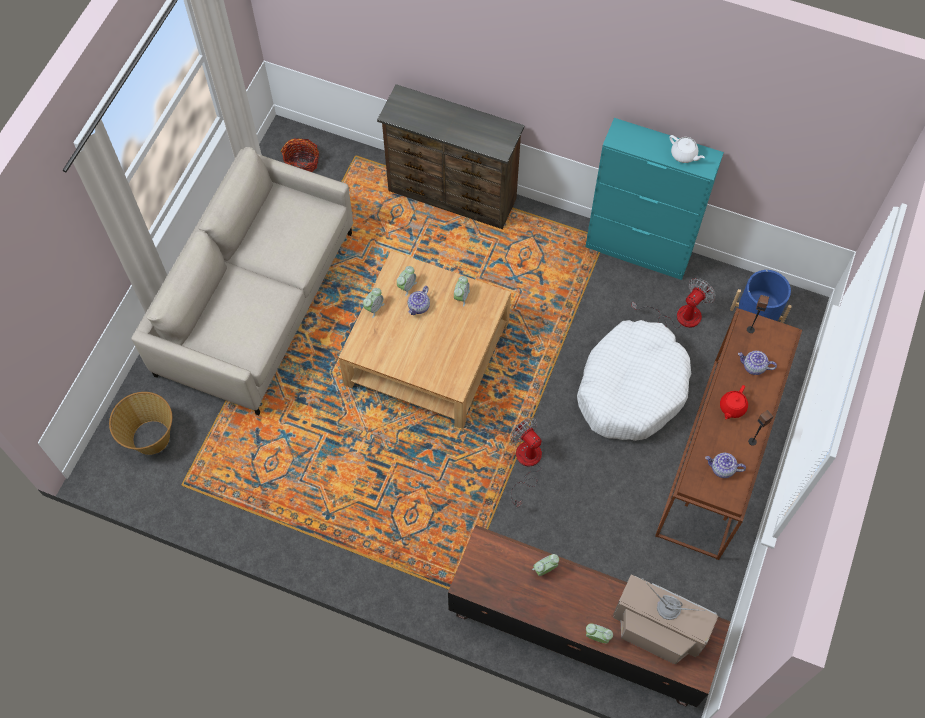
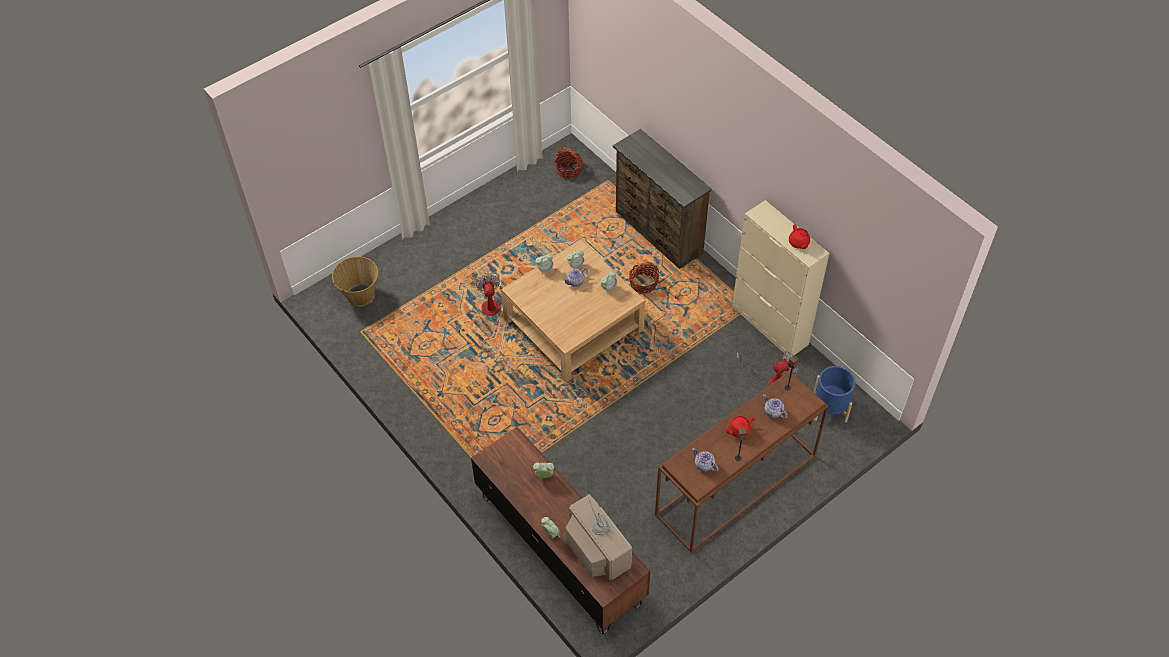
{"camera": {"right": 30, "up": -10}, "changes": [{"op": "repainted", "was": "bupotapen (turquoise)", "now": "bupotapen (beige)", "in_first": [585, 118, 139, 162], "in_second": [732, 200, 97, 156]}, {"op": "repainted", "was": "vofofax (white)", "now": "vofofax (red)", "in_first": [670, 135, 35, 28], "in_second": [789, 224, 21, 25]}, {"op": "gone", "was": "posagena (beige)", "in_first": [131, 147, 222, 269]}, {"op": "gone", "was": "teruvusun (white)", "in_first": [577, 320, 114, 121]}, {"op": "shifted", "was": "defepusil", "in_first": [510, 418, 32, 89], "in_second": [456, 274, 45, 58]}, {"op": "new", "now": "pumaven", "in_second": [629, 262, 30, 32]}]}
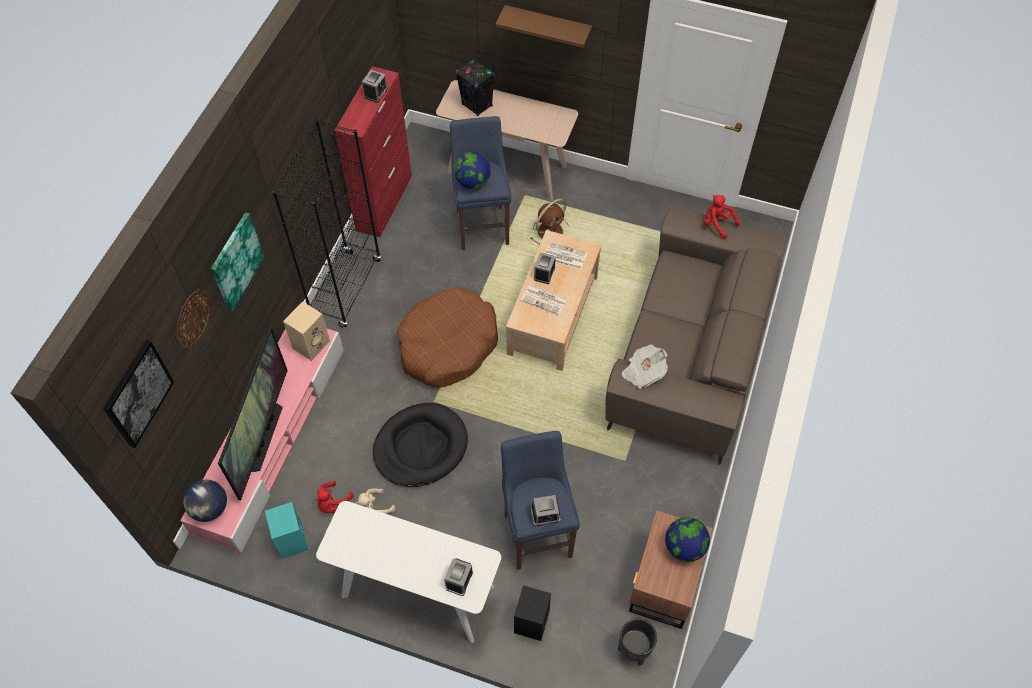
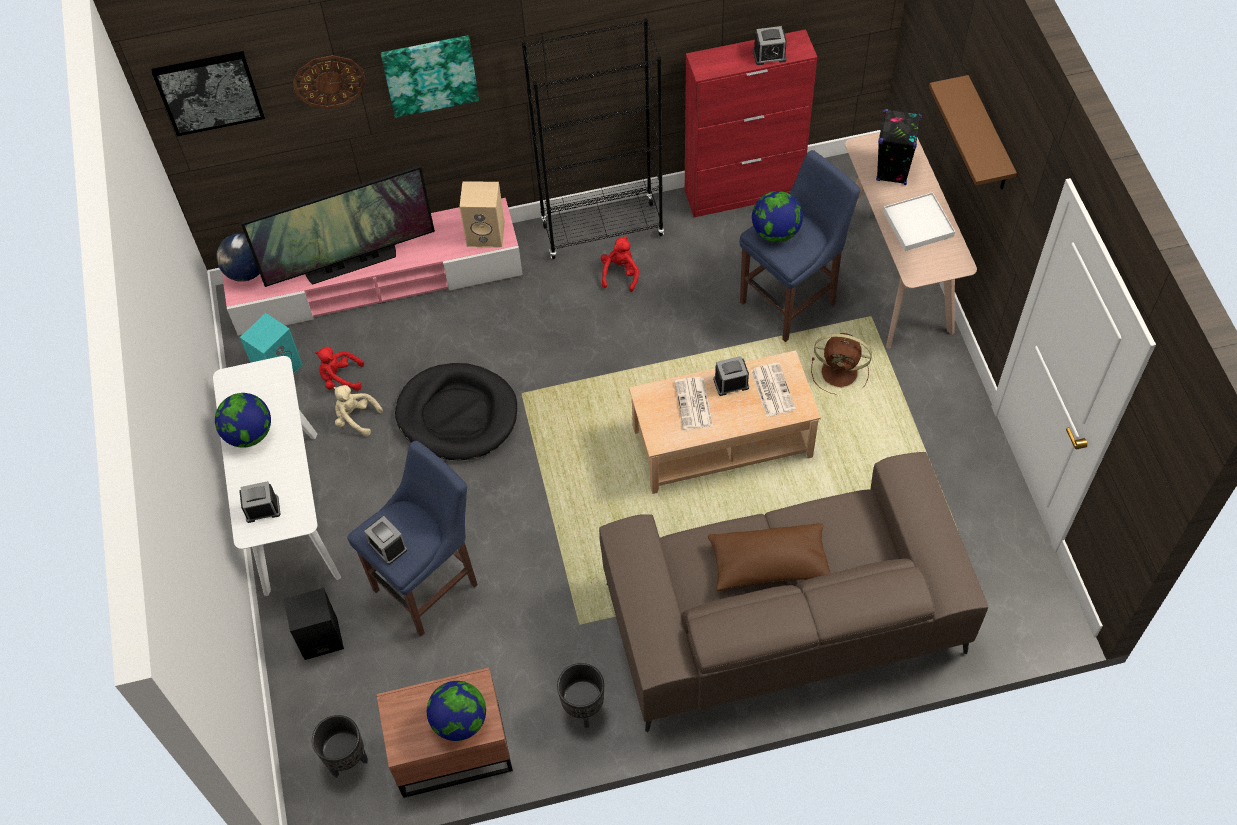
{"camera": {"right": 60, "up": 0}, "changes": [{"op": "shifted", "was": "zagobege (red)", "in_first": [704, 195, 36, 44], "in_second": [601, 236, 38, 56]}, {"op": "gone", "was": "teruvusun (brown)", "in_first": [397, 287, 101, 101]}, {"op": "gone", "was": "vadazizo", "in_first": [622, 344, 46, 45]}, {"op": "new", "now": "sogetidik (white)", "in_second": [883, 192, 72, 59]}, {"op": "new", "now": "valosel", "in_second": [215, 393, 56, 55]}, {"op": "new", "now": "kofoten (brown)", "in_second": [708, 523, 123, 68]}, {"op": "new", "now": "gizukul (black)", "in_second": [557, 663, 47, 65]}]}
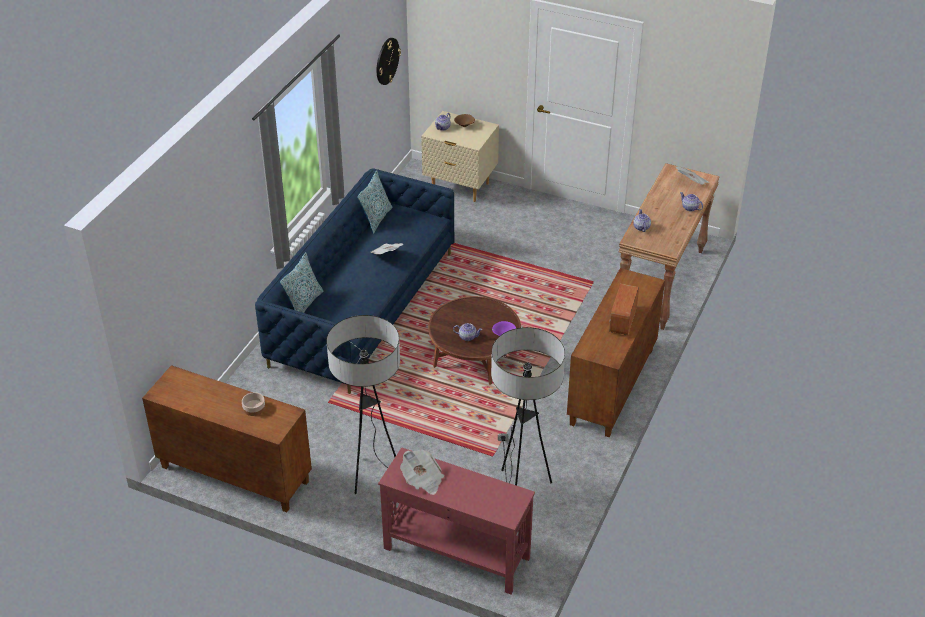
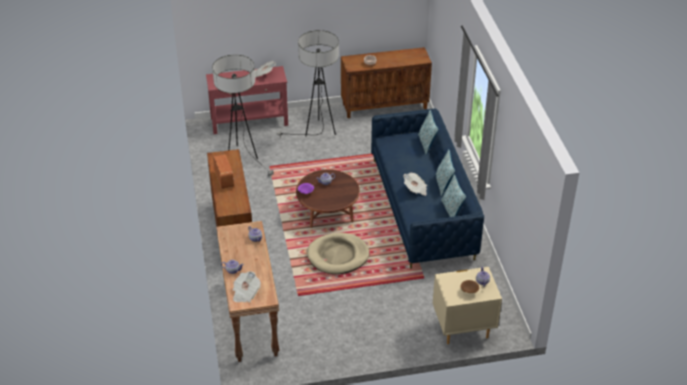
{"camera": {"right": 145, "up": 0}, "changes": [{"op": "gone", "was": "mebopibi", "in_first": [377, 38, 24, 47]}, {"op": "new", "now": "kofoten", "in_second": [436, 149, 19, 48]}, {"op": "new", "now": "teruvusun (beige)", "in_second": [307, 233, 62, 41]}]}
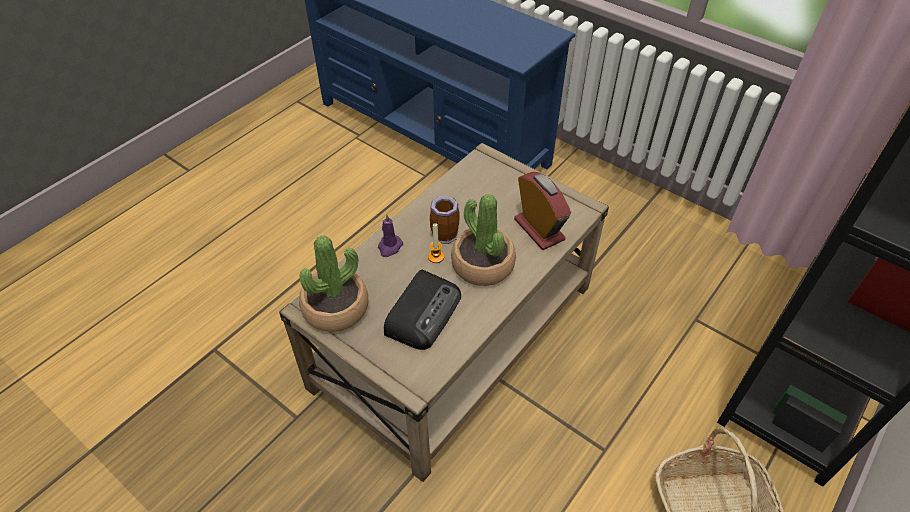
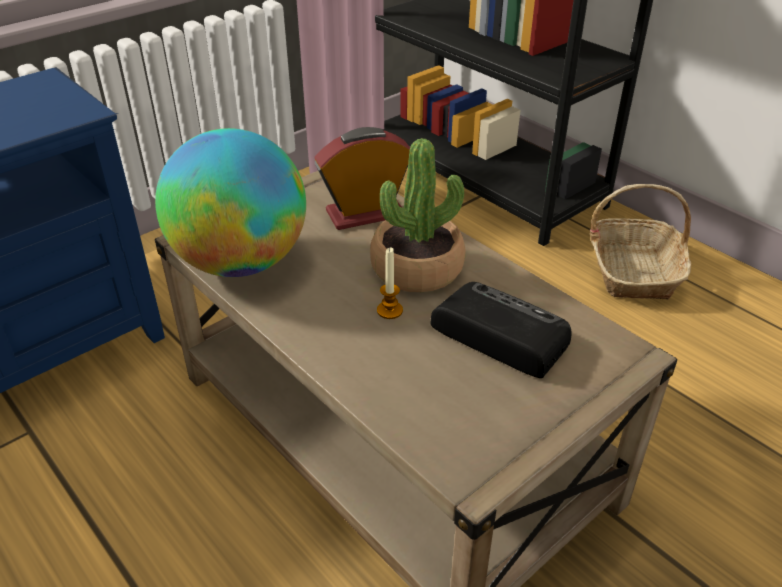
{"camera": {"right": -80, "up": -10}, "changes": [{"op": "gone", "was": "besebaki", "in_first": [430, 196, 29, 48]}, {"op": "gone", "was": "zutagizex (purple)", "in_first": [378, 214, 25, 43]}, {"op": "gone", "was": "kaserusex", "in_first": [299, 235, 69, 97]}, {"op": "new", "now": "valosel", "in_second": [155, 128, 151, 149]}]}
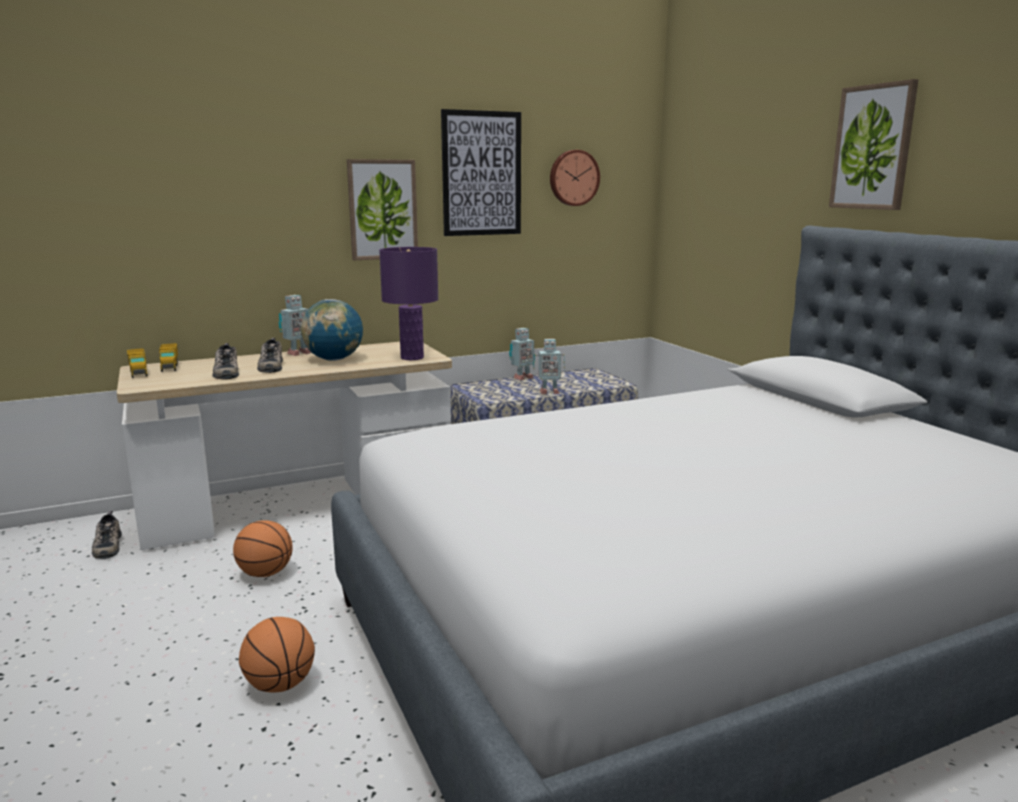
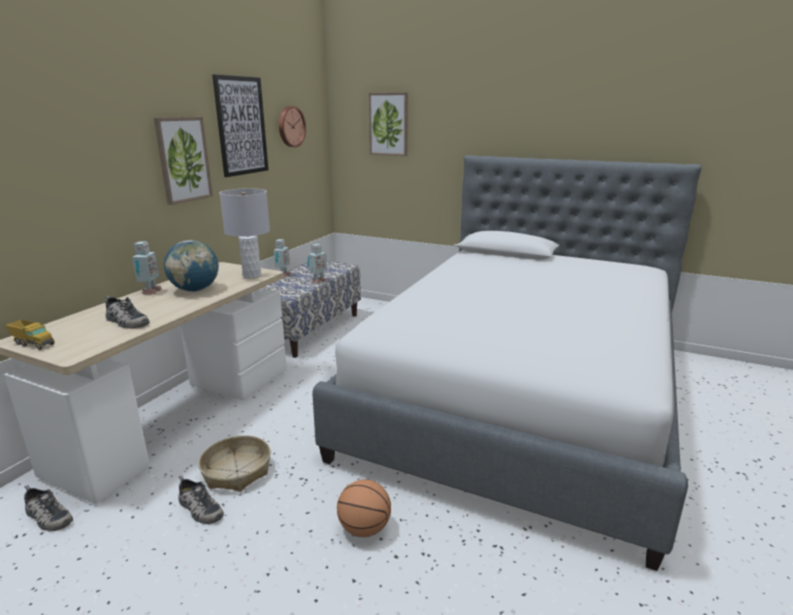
{"camera": {"right": -40, "up": 5}, "changes": [{"op": "shifted", "was": "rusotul", "in_first": [829, 79, 89, 131], "in_second": [368, 92, 40, 64]}, {"op": "repainted", "was": "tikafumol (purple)", "now": "tikafumol (grey)", "in_first": [379, 247, 59, 113], "in_second": [219, 188, 51, 91]}, {"op": "shifted", "was": "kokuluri", "in_first": [257, 338, 26, 35], "in_second": [178, 475, 46, 49]}, {"op": "gone", "was": "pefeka", "in_first": [159, 343, 19, 29]}, {"op": "swapped", "was": "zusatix", "now": "pumaven", "in_first": [233, 520, 60, 57], "in_second": [198, 435, 73, 57]}]}
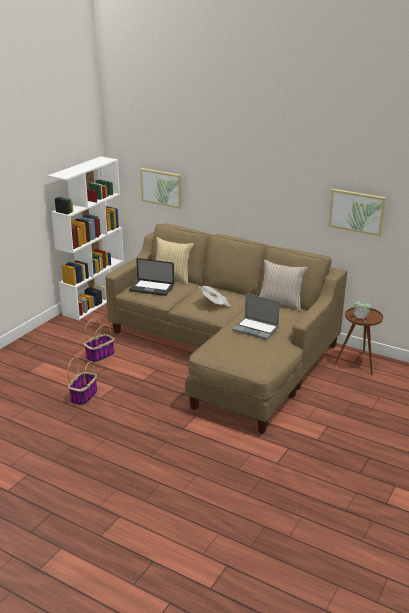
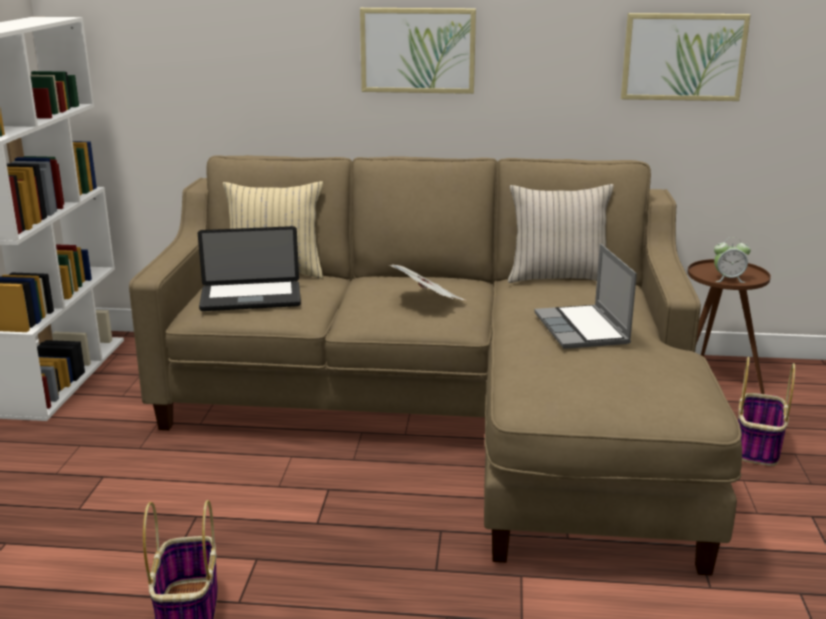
{"camera": {"right": -25, "up": -5}, "changes": [{"op": "shifted", "was": "rusotul", "in_first": [140, 168, 42, 41], "in_second": [360, 8, 116, 86]}, {"op": "rotated", "was": "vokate", "in_first": [233, 293, 47, 47], "in_second": [534, 244, 103, 105], "clockwise": 75}, {"op": "shifted", "was": "pumaven", "in_first": [84, 319, 31, 44], "in_second": [738, 357, 57, 109]}]}
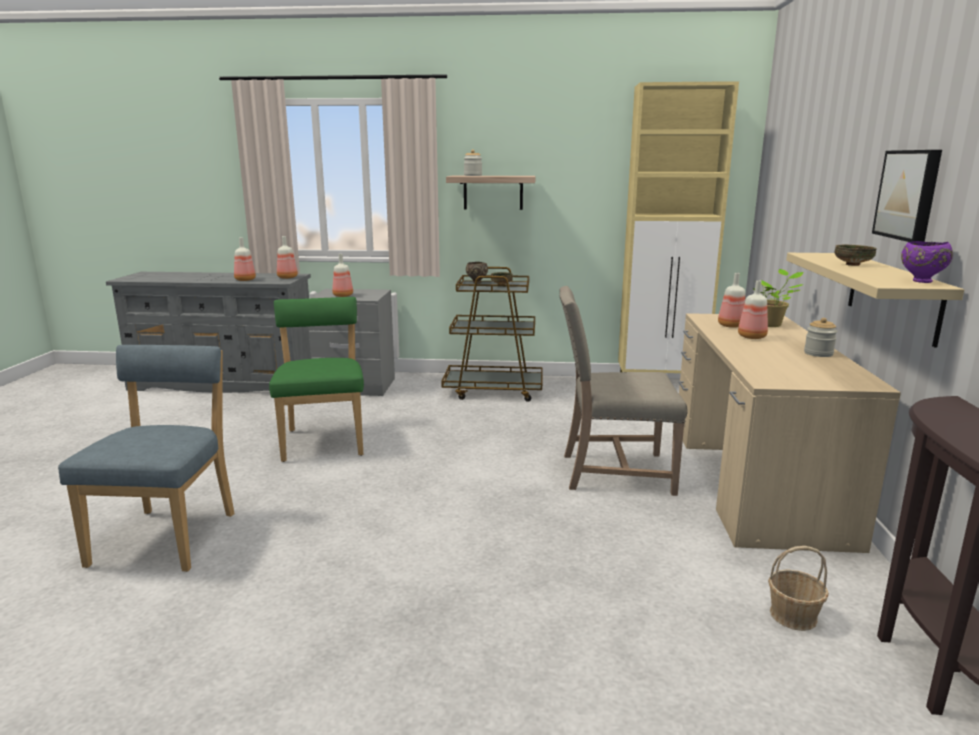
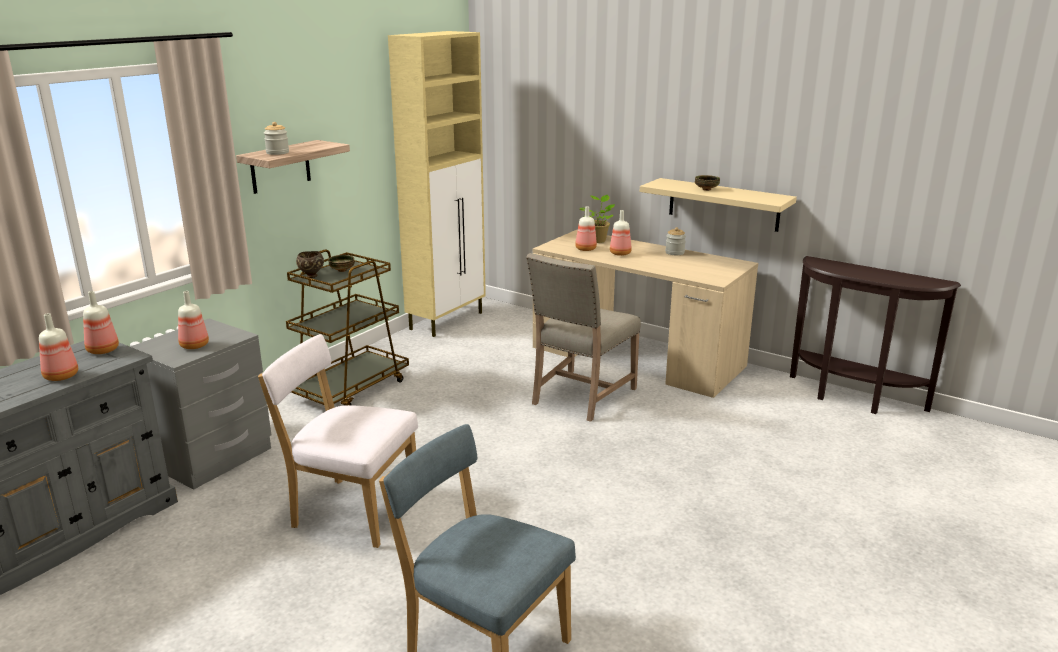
{"camera": {"right": -60, "up": 5}, "changes": [{"op": "gone", "was": "rusotul", "in_first": [872, 150, 70, 92]}, {"op": "gone", "was": "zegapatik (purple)", "in_first": [901, 241, 52, 42]}, {"op": "repainted", "was": "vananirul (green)", "now": "vananirul (white)", "in_first": [269, 297, 95, 165], "in_second": [258, 334, 160, 214]}, {"op": "gone", "was": "pumaven", "in_first": [768, 546, 61, 85]}]}
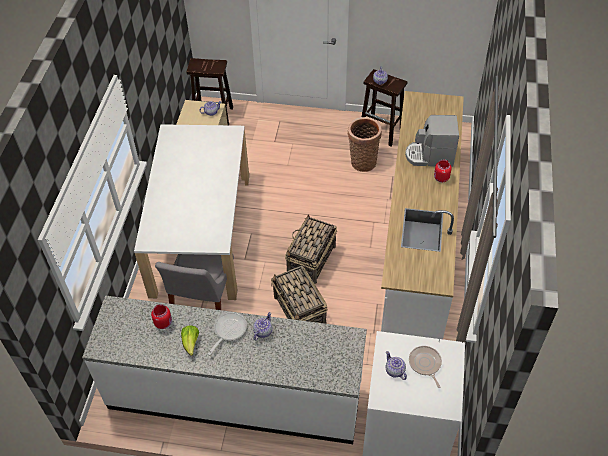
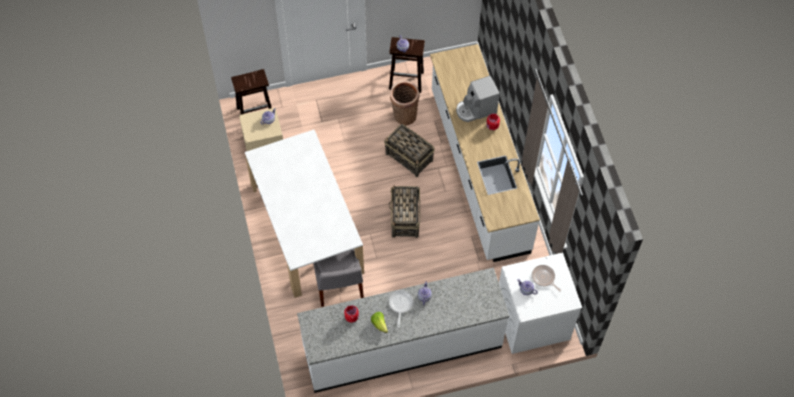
{"camera": {"right": -25, "up": 10}, "changes": [{"op": "shifted", "was": "pumaven", "in_first": [271, 266, 56, 58], "in_second": [384, 124, 51, 53]}]}
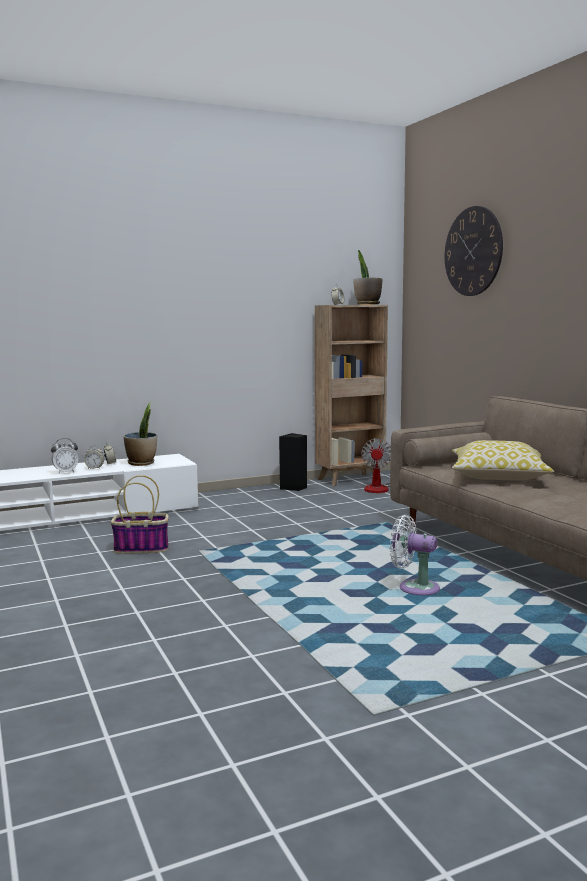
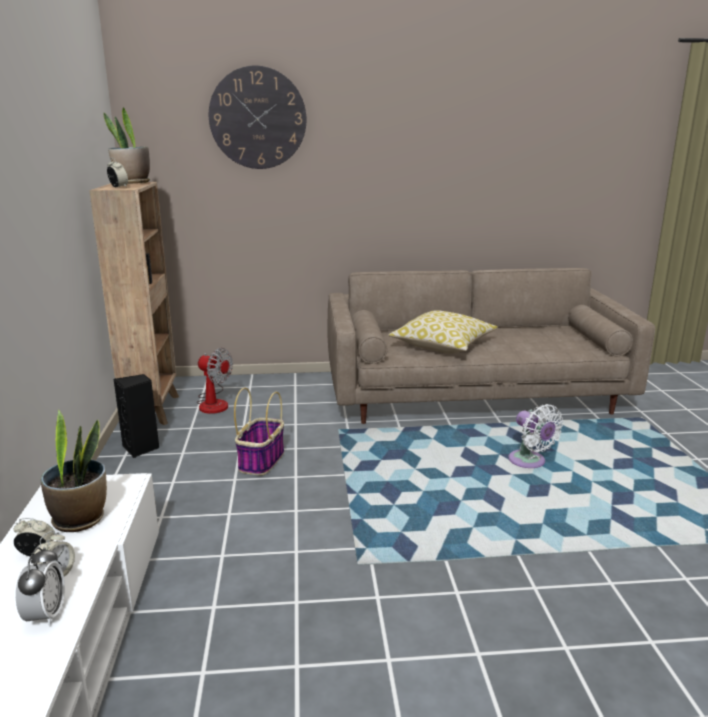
{"camera": {"right": -70, "up": 10}, "changes": [{"op": "shifted", "was": "pumaven", "in_first": [111, 475, 58, 79], "in_second": [234, 388, 50, 88]}, {"op": "rotated", "was": "defepusil (white)", "in_first": [390, 515, 50, 80], "in_second": [508, 404, 55, 64], "clockwise": -75}]}
